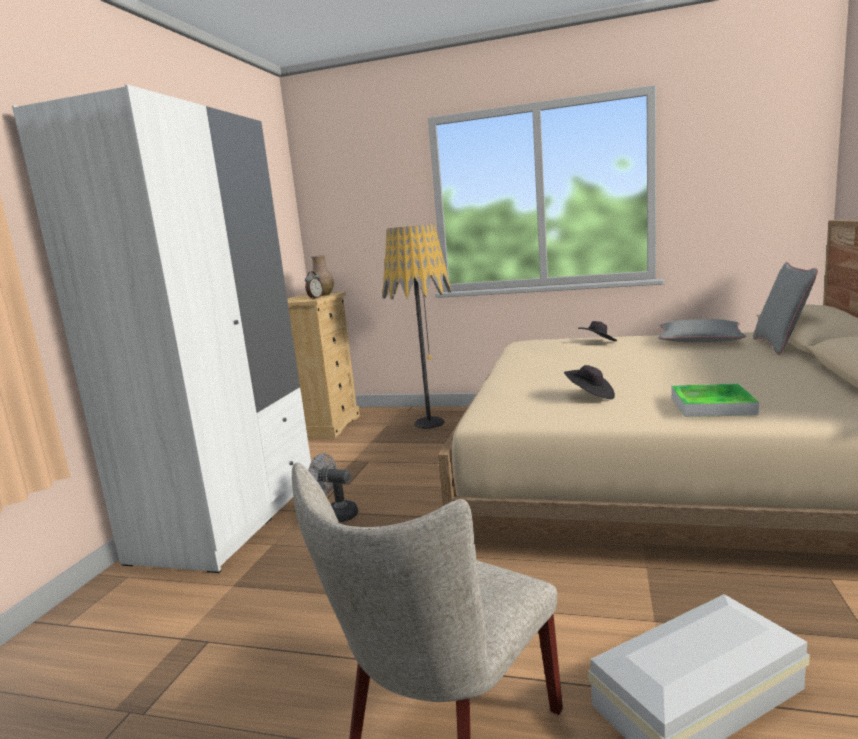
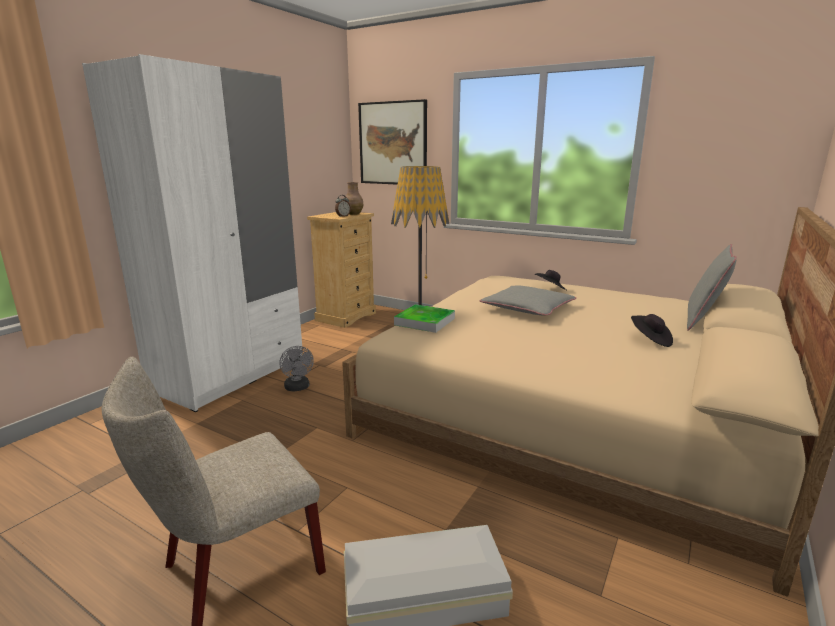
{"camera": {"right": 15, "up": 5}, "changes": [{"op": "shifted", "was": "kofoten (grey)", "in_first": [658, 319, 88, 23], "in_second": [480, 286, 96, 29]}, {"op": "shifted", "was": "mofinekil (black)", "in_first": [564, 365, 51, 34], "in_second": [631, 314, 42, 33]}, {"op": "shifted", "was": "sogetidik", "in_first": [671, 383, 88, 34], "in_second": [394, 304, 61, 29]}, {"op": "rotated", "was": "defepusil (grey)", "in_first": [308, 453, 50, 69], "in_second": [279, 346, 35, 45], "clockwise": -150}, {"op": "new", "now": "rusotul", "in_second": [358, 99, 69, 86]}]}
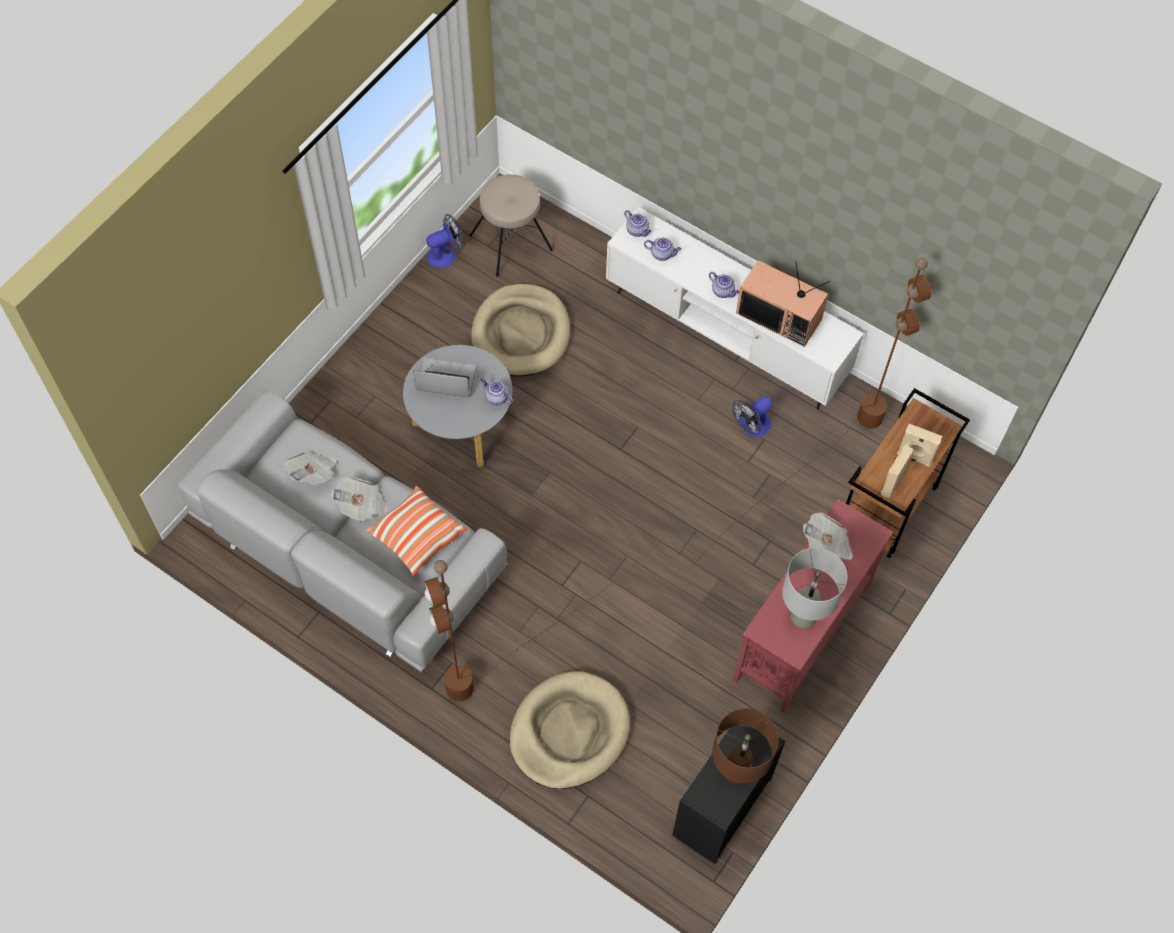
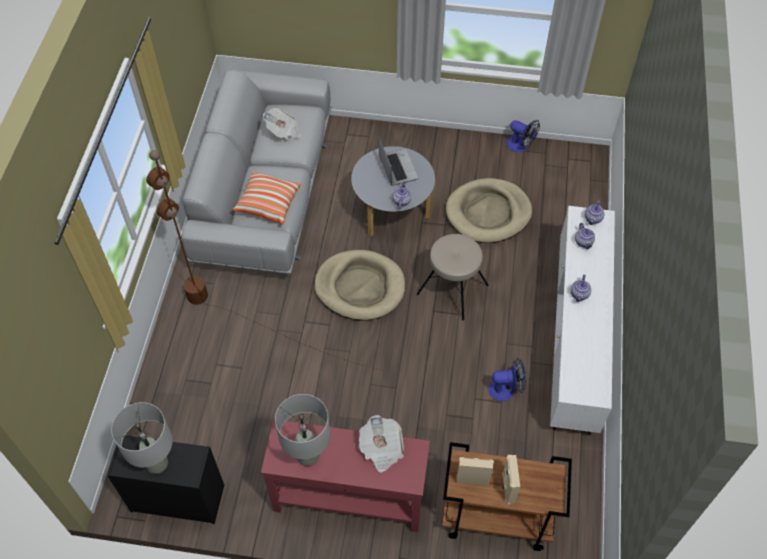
{"camera": {"right": 65, "up": -5}, "changes": [{"op": "shifted", "was": "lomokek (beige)", "in_first": [469, 174, 84, 103], "in_second": [416, 234, 73, 86]}, {"op": "gone", "was": "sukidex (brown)", "in_first": [689, 257, 243, 313]}, {"op": "gone", "was": "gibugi", "in_first": [736, 260, 94, 87]}, {"op": "rotated", "was": "defepusil", "in_first": [732, 396, 41, 41], "in_second": [488, 358, 38, 43], "clockwise": 150}, {"op": "gone", "was": "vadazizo", "in_first": [331, 476, 57, 46]}, {"op": "shifted", "was": "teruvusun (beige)", "in_first": [510, 671, 120, 118], "in_second": [314, 250, 91, 71]}, {"op": "repainted", "was": "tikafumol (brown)", "now": "tikafumol (grey)", "in_first": [712, 709, 67, 76], "in_second": [111, 402, 62, 72]}]}
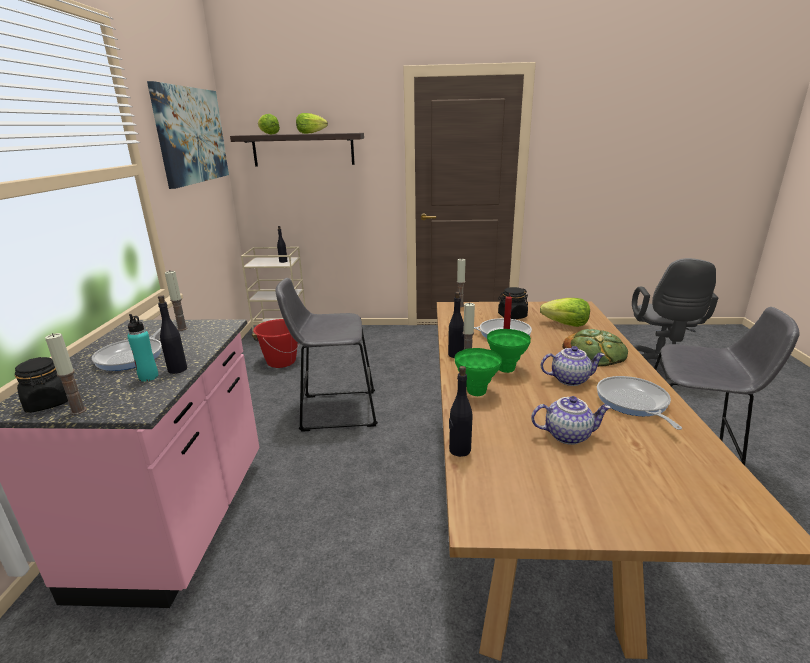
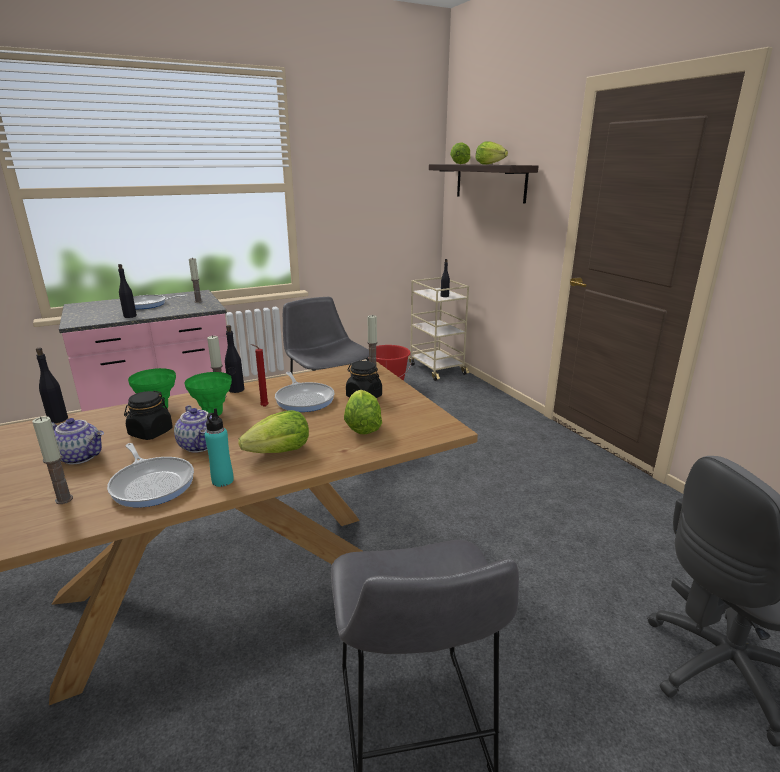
{"camera": {"right": 60, "up": 0}, "changes": [{"op": "gone", "was": "rusotul", "in_first": [147, 81, 82, 108]}, {"op": "shifted", "was": "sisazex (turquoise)", "in_first": [127, 314, 32, 68], "in_second": [205, 408, 29, 79]}, {"op": "swapped", "was": "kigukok", "now": "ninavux", "in_first": [562, 329, 66, 38], "in_second": [238, 410, 71, 43]}, {"op": "shifted", "was": "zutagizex", "in_first": [45, 333, 42, 82], "in_second": [32, 416, 41, 88]}, {"op": "shifted", "was": "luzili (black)", "in_first": [15, 357, 53, 56], "in_second": [124, 391, 49, 49]}, {"op": "rotated", "was": "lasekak", "in_first": [597, 376, 85, 54], "in_second": [107, 443, 87, 64], "clockwise": 90}, {"op": "rotated", "was": "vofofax", "in_first": [531, 396, 80, 49], "in_second": [51, 418, 53, 47], "clockwise": -45}]}
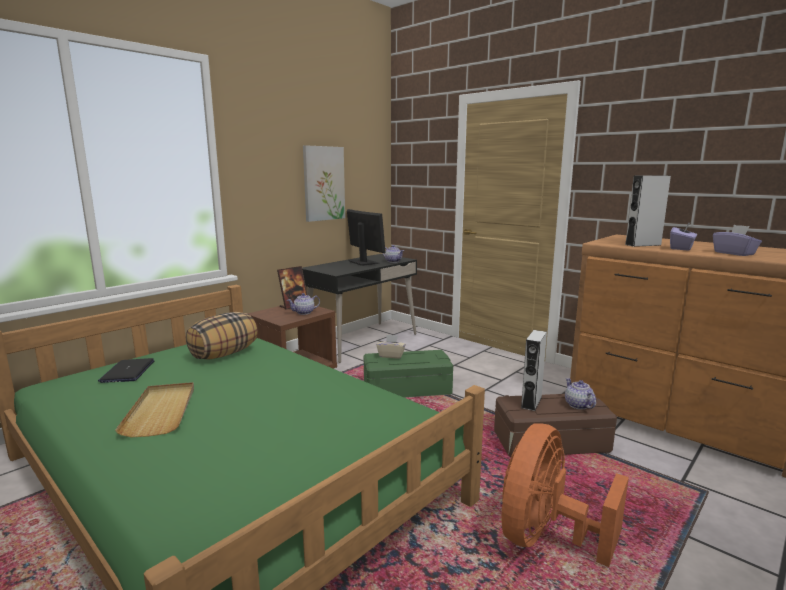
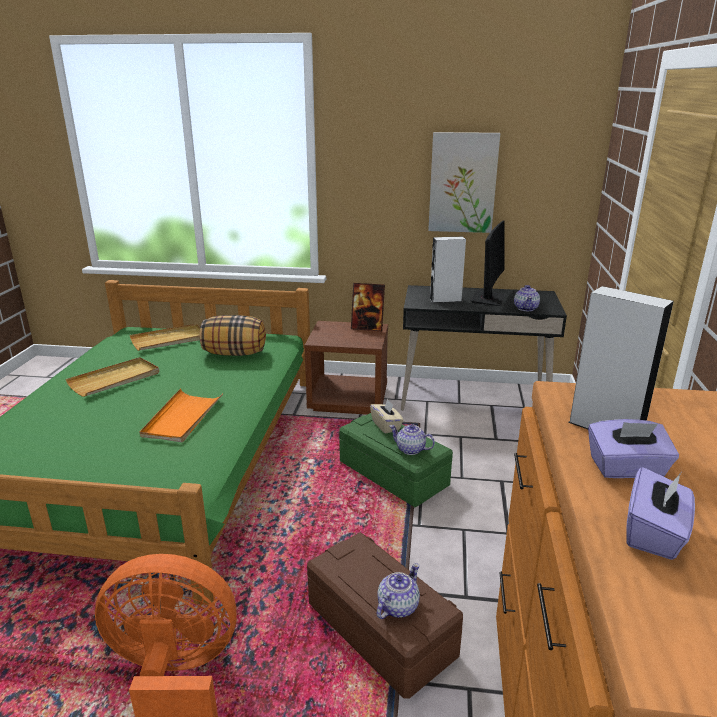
{"camera": {"right": 55, "up": 10}, "changes": [{"op": "shifted", "was": "vofofax", "in_first": [287, 293, 33, 22], "in_second": [389, 424, 46, 31]}, {"op": "shifted", "was": "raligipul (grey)", "in_first": [521, 330, 26, 81], "in_second": [430, 236, 36, 67]}, {"op": "swapped", "was": "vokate", "now": "sogetidik (beige)", "in_first": [98, 358, 57, 25], "in_second": [129, 324, 71, 27]}, {"op": "new", "now": "sogetidik (orange)", "in_second": [140, 388, 83, 54]}]}
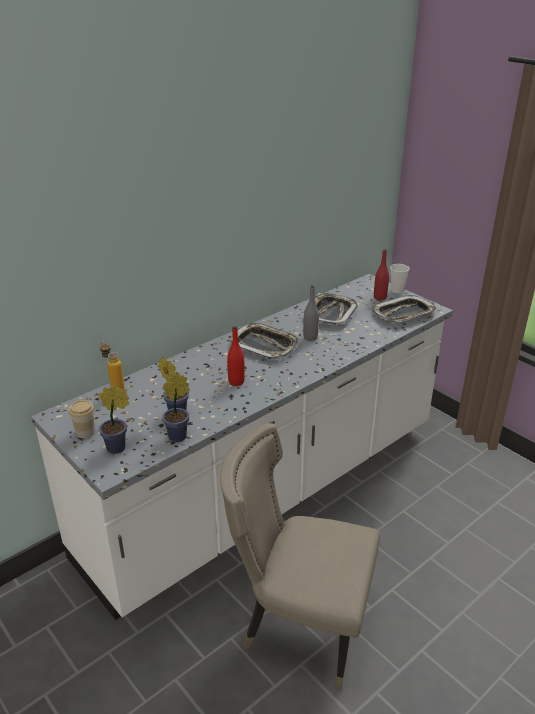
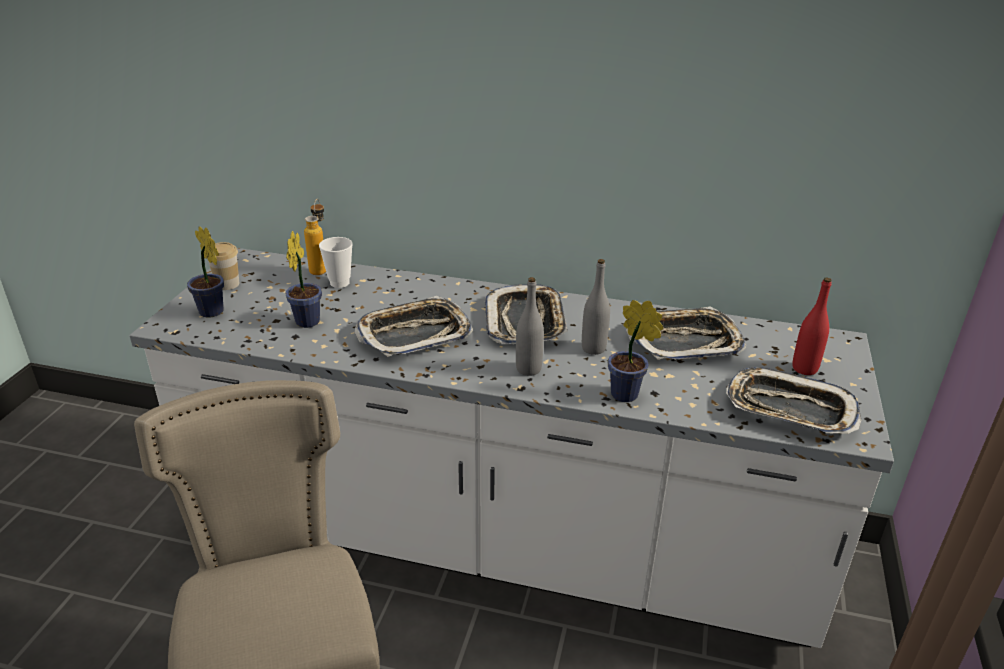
{"camera": {"right": 55, "up": 0}, "changes": [{"op": "shifted", "was": "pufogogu", "in_first": [390, 264, 19, 29], "in_second": [319, 237, 34, 51]}, {"op": "swapped", "was": "sisazex (red)", "now": "sogetidik", "in_first": [227, 326, 18, 60], "in_second": [354, 296, 119, 61]}, {"op": "shifted", "was": "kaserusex", "in_first": [162, 373, 28, 69], "in_second": [608, 300, 55, 102]}, {"op": "new", "now": "sisazex (grey)", "in_second": [516, 277, 28, 99]}]}
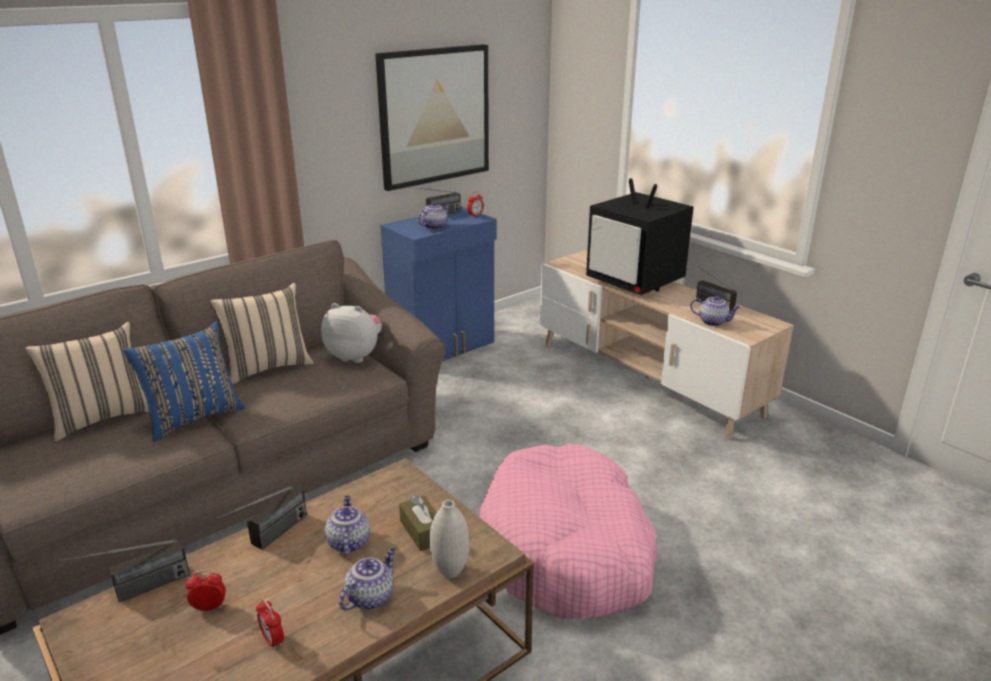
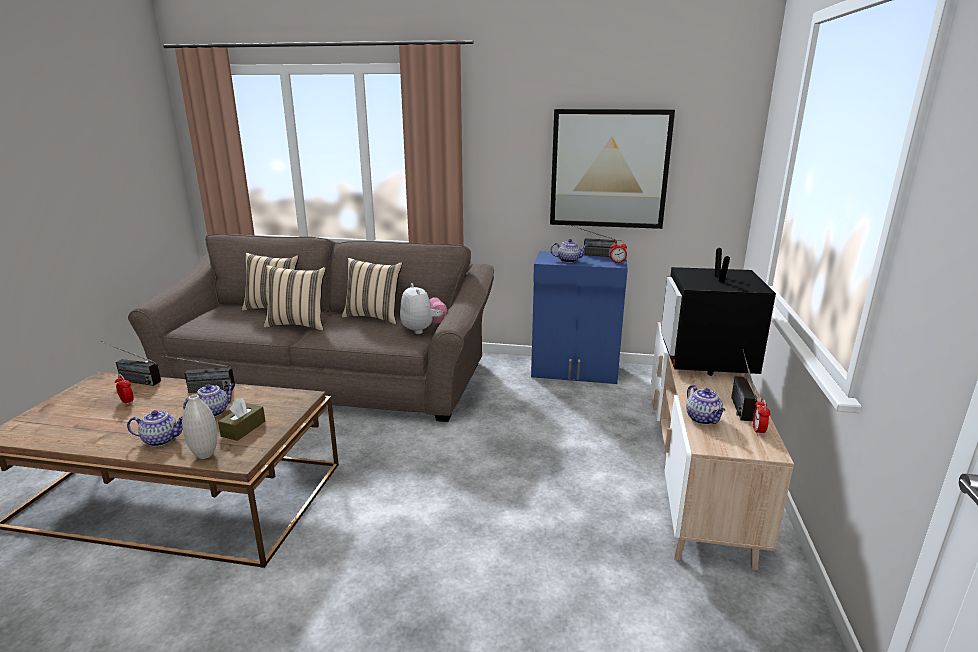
{"camera": {"right": 50, "up": -5}, "changes": [{"op": "repainted", "was": "kofoten (blue)", "now": "kofoten (beige)", "in_first": [123, 321, 122, 121], "in_second": [264, 265, 62, 66]}, {"op": "gone", "was": "teruvusun (pink)", "in_first": [479, 444, 179, 175]}, {"op": "shifted", "was": "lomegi", "in_first": [256, 599, 28, 51], "in_second": [753, 398, 17, 38]}]}
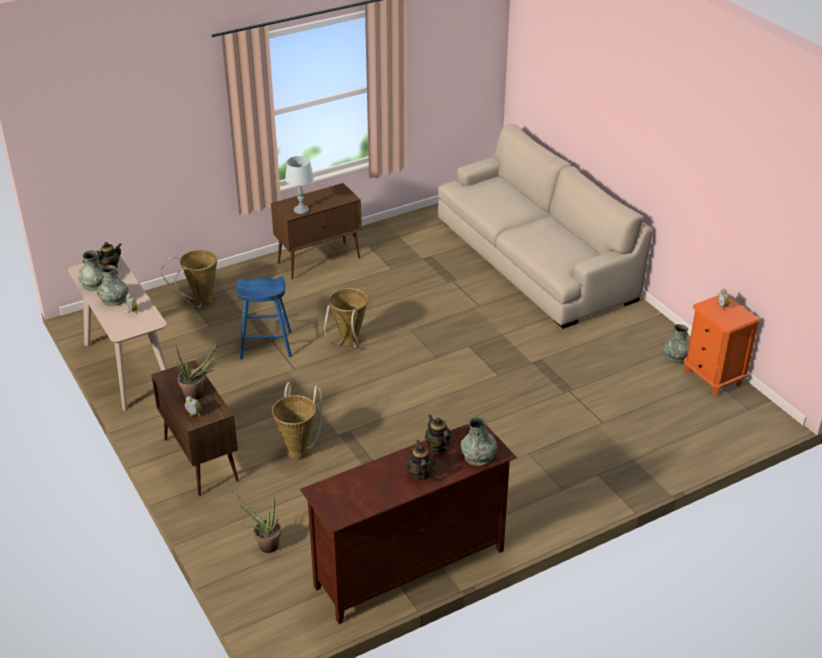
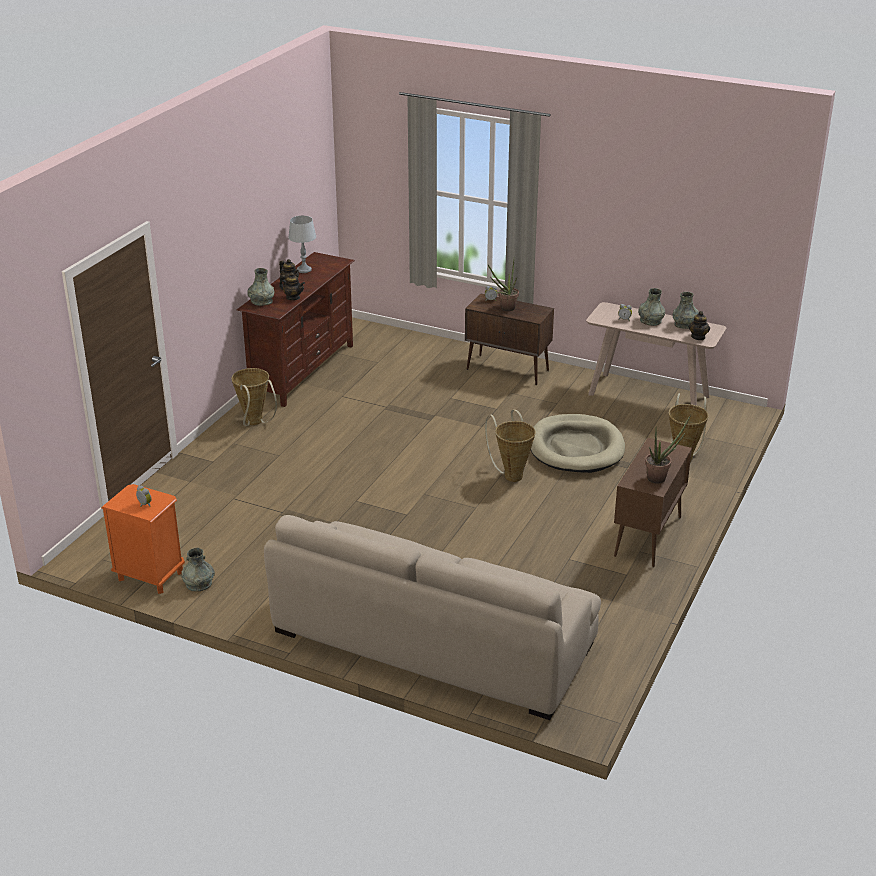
{"camera": {"right": 145, "up": -5}, "changes": [{"op": "shifted", "was": "tikafumol (grey)", "in_first": [285, 156, 29, 58], "in_second": [288, 216, 28, 57]}, {"op": "swapped", "was": "lomokek (blue)", "now": "teruvusun (beige)", "in_first": [237, 277, 55, 82], "in_second": [531, 414, 94, 59]}, {"op": "shifted", "was": "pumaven", "in_first": [272, 382, 50, 78], "in_second": [231, 368, 46, 58]}, {"op": "shifted", "was": "kaserusex", "in_first": [231, 490, 50, 63], "in_second": [645, 415, 46, 69]}]}
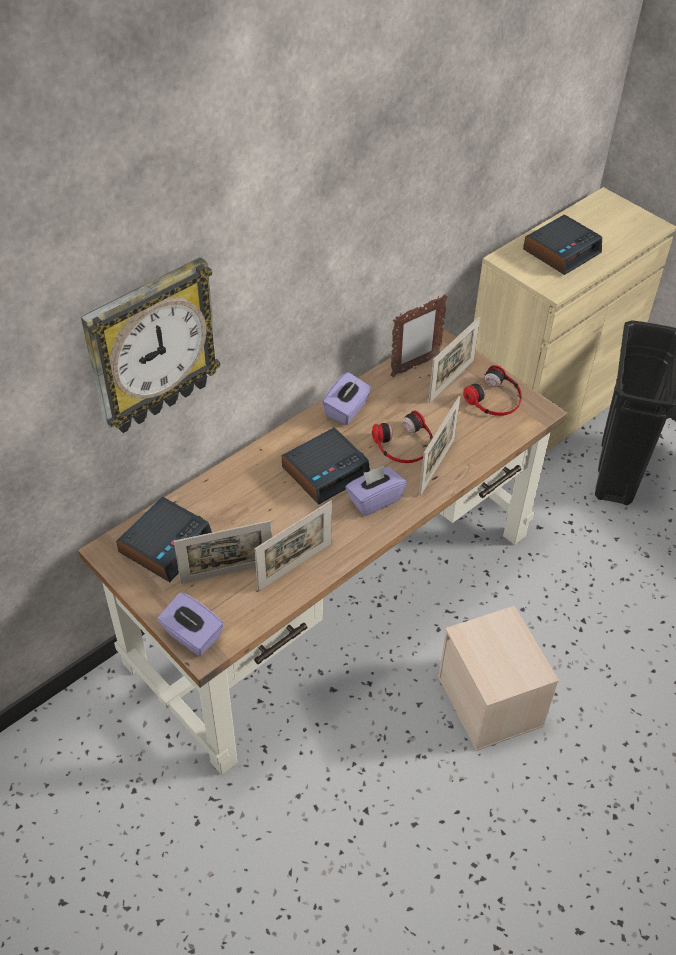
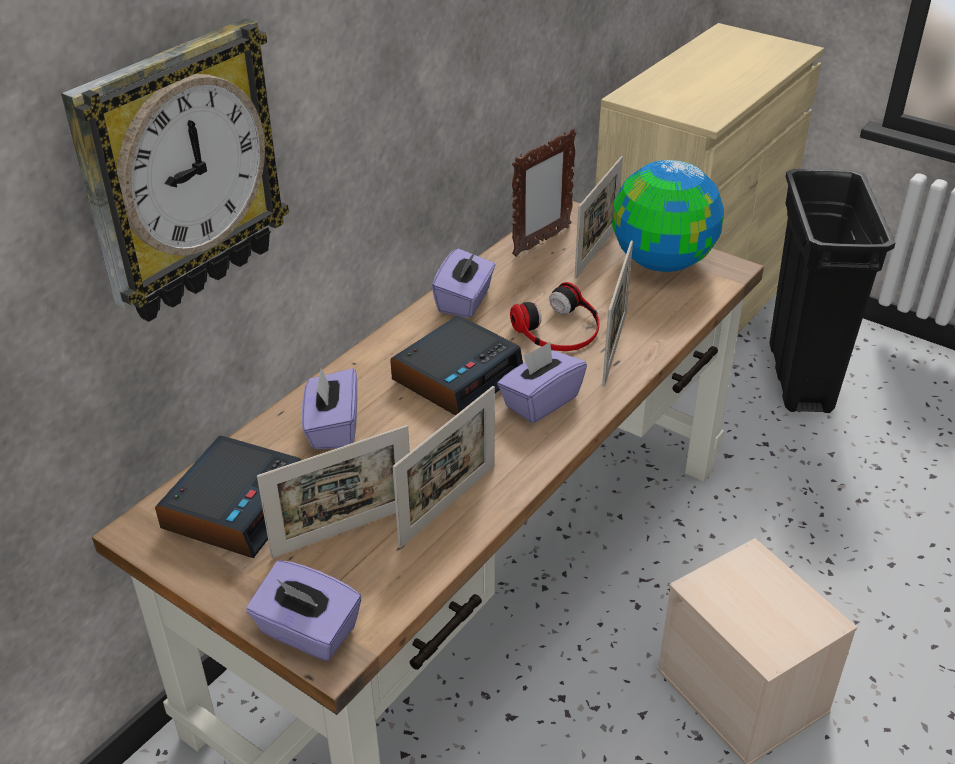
{"camera": {"right": -10, "up": -10}, "changes": [{"op": "gone", "was": "lomegi", "in_first": [523, 215, 79, 60]}, {"op": "swapped", "was": "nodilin", "now": "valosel", "in_first": [463, 365, 59, 51], "in_second": [612, 160, 112, 112]}, {"op": "new", "now": "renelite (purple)", "in_second": [302, 368, 55, 81]}]}
